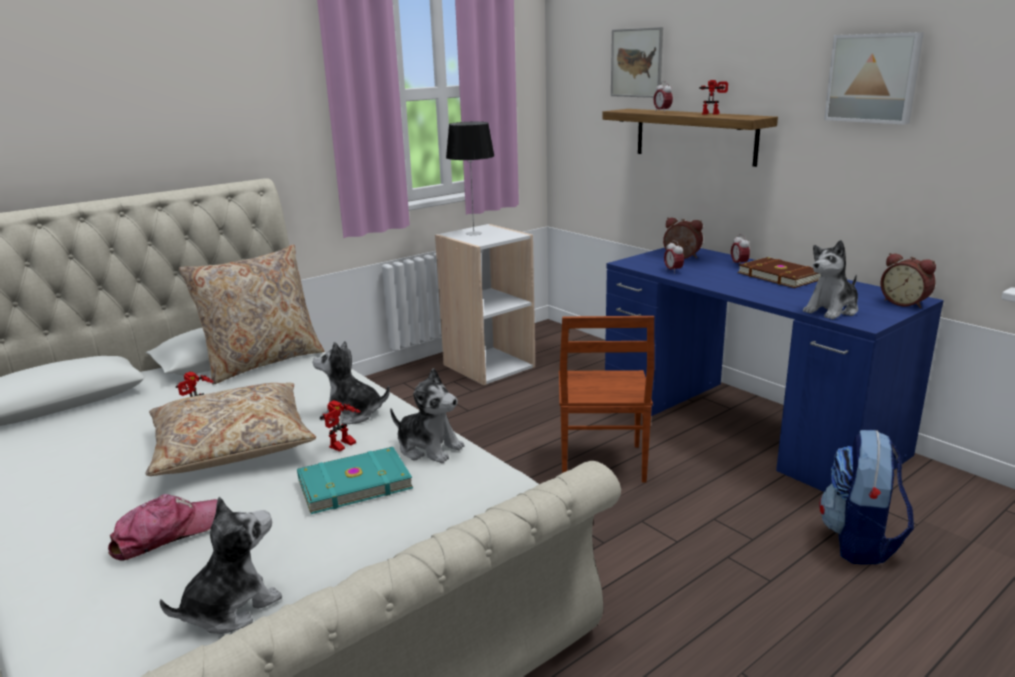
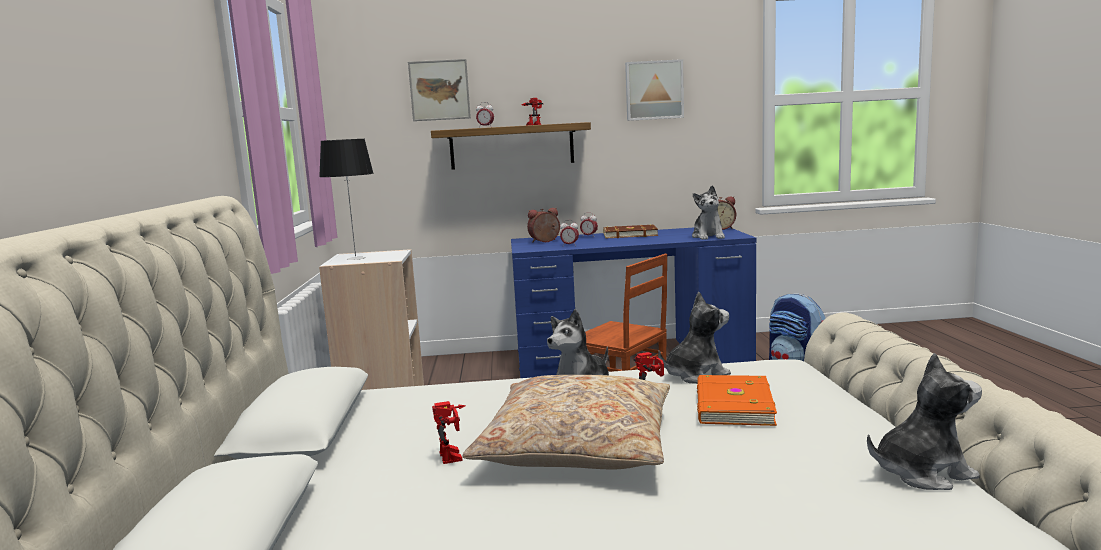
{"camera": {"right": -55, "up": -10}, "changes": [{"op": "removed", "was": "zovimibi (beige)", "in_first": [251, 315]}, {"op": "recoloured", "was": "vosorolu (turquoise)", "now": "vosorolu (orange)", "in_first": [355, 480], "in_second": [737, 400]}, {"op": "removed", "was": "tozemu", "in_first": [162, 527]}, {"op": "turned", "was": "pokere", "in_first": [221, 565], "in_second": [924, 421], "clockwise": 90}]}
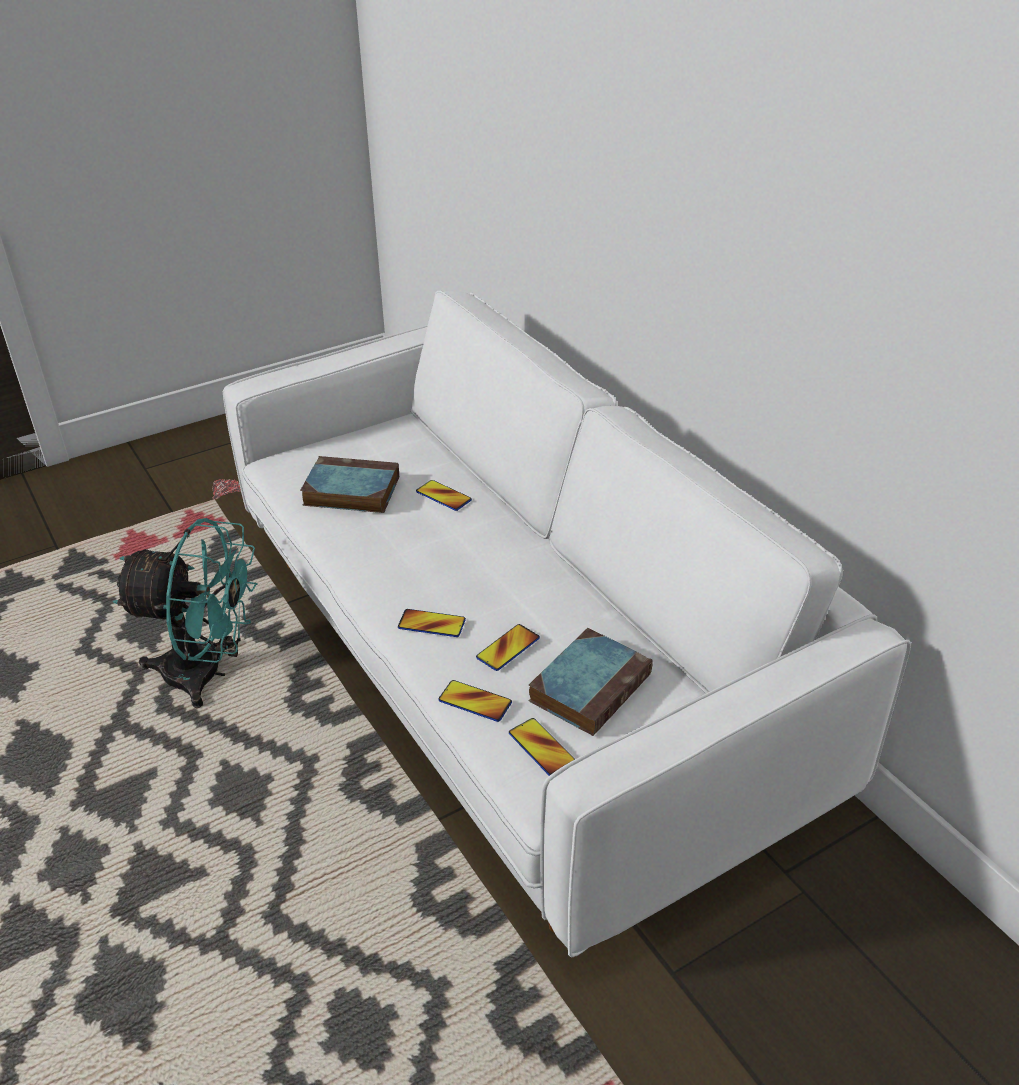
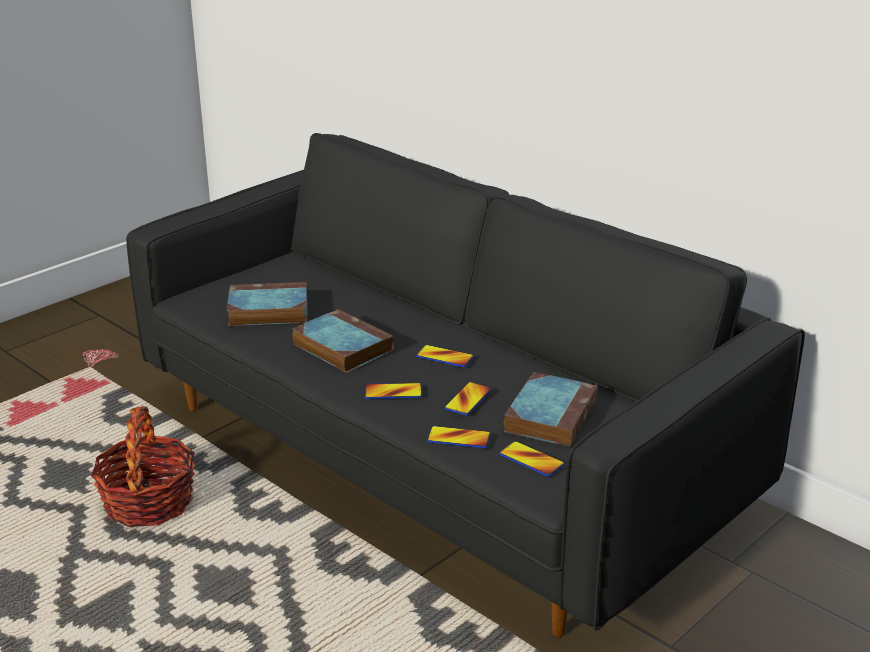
{"camera": {"right": -15, "up": -10}, "changes": [{"op": "recoloured", "was": "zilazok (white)", "now": "zilazok (black)", "in_first": [567, 623], "in_second": [465, 385]}, {"op": "moved", "was": "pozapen", "in_first": [444, 495], "in_second": [445, 356]}, {"op": "replaced", "was": "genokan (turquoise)", "now": "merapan", "in_first": [185, 613], "in_second": [142, 466]}, {"op": "added", "now": "vosorolu", "in_second": [343, 341]}]}
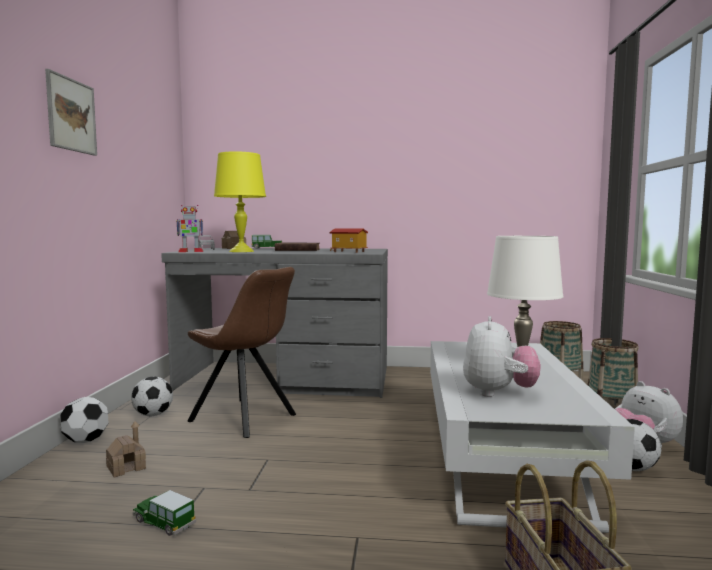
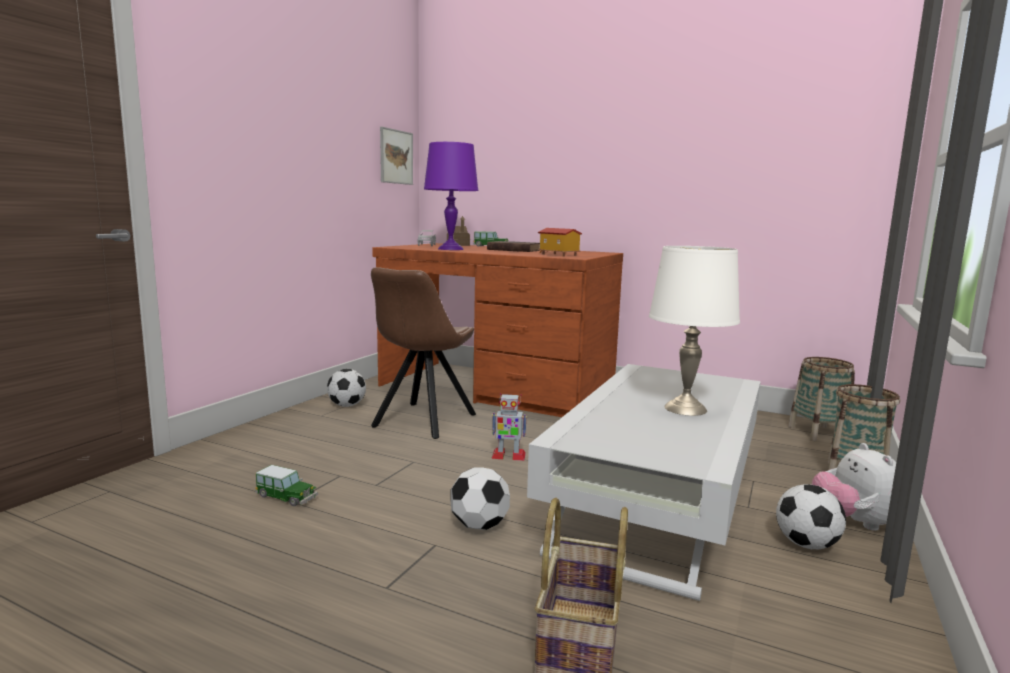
{"camera": {"right": 20, "up": 5}, "changes": [{"op": "moved", "was": "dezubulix", "in_first": [71, 112], "in_second": [396, 156]}, {"op": "recoloured", "was": "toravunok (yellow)", "now": "toravunok (purple)", "in_first": [240, 201], "in_second": [451, 196]}, {"op": "moved", "was": "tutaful", "in_first": [190, 228], "in_second": [509, 427]}, {"op": "recoloured", "was": "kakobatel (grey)", "now": "kakobatel (brown)", "in_first": [274, 323], "in_second": [497, 330]}, {"op": "turned", "was": "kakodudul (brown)", "in_first": [241, 352], "in_second": [423, 353], "clockwise": 60}, {"op": "removed", "was": "pokere", "in_first": [501, 356]}, {"op": "moved", "was": "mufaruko", "in_first": [84, 420], "in_second": [480, 498]}, {"op": "removed", "was": "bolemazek", "in_first": [126, 449]}, {"op": "turned", "was": "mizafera", "in_first": [164, 513], "in_second": [286, 485], "clockwise": 150}]}
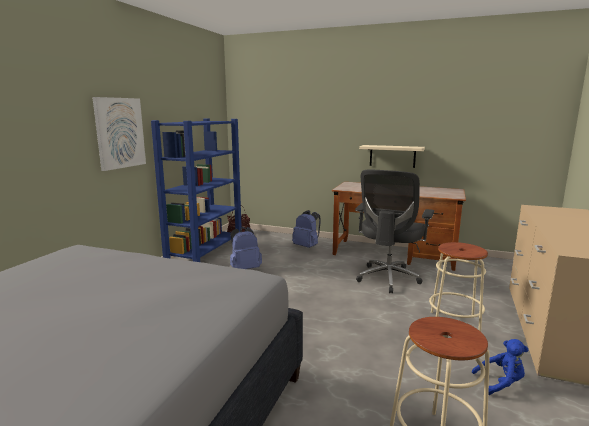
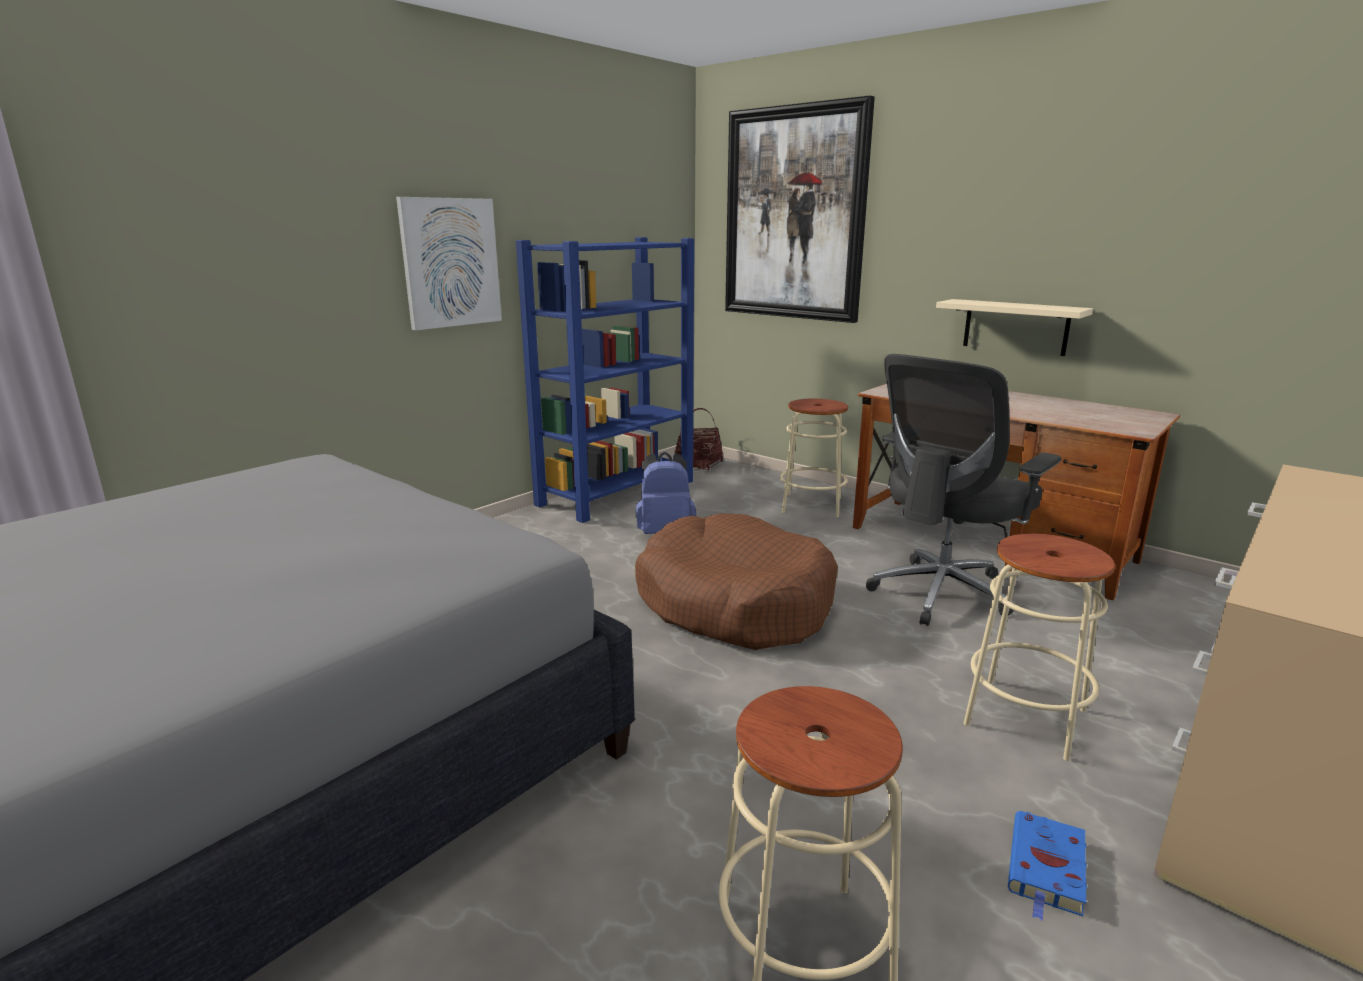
{"camera": {"right": 20, "up": 5}, "changes": [{"op": "replaced", "was": "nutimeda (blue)", "now": "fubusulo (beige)", "in_first": [306, 229], "in_second": [814, 458]}, {"op": "replaced", "was": "pokere (blue)", "now": "vosorolu (blue)", "in_first": [500, 367], "in_second": [1047, 866]}, {"op": "added", "now": "dezubulix", "in_second": [800, 209]}, {"op": "added", "now": "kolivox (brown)", "in_second": [736, 581]}]}
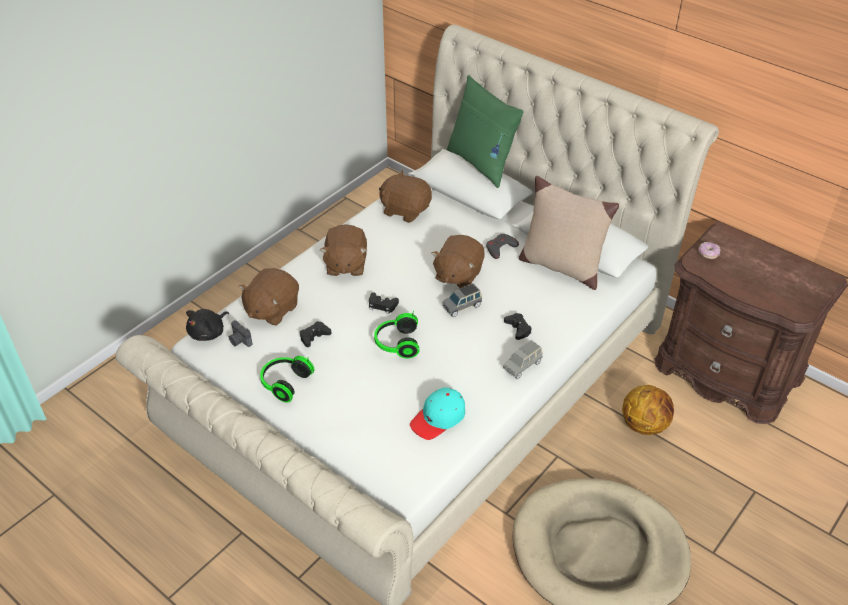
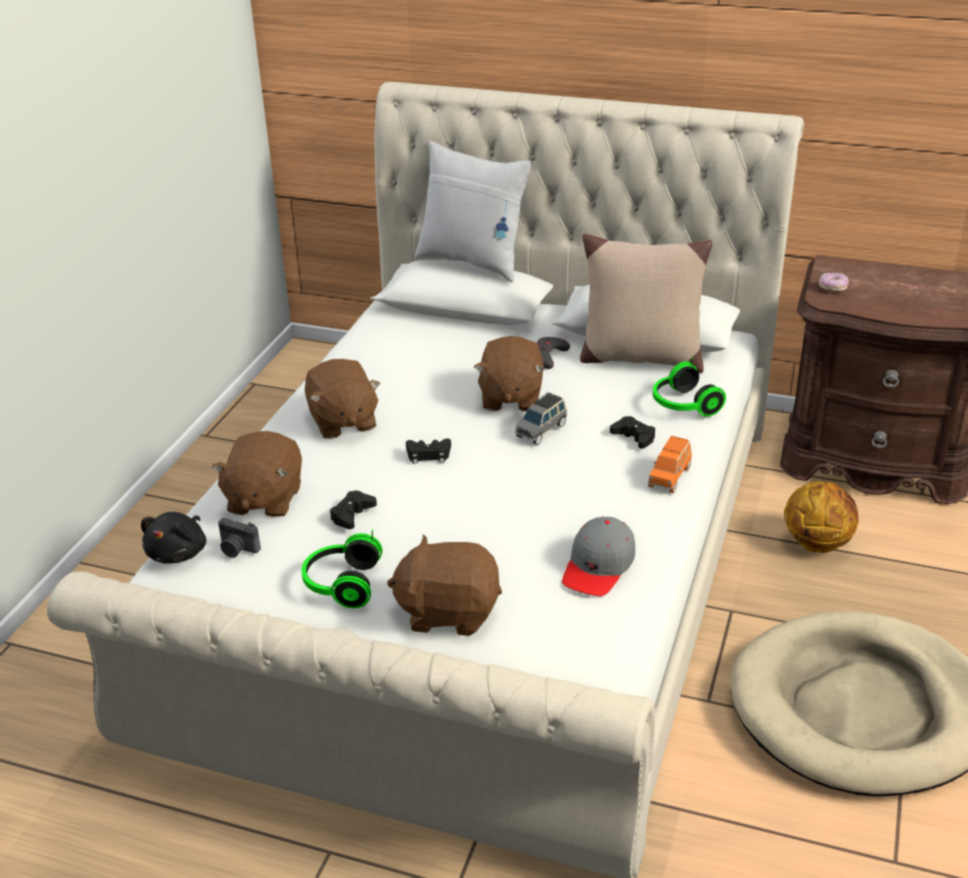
{"camera": {"right": -20, "up": -10}, "changes": [{"op": "recoloured", "was": "zovimibi (green)", "now": "zovimibi (grey)", "in_first": [485, 131], "in_second": [473, 211]}, {"op": "moved", "was": "pokere (brown)", "in_first": [405, 196], "in_second": [444, 585]}, {"op": "moved", "was": "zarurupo", "in_first": [396, 334], "in_second": [689, 386]}, {"op": "recoloured", "was": "mizafera (grey)", "now": "mizafera (orange)", "in_first": [523, 359], "in_second": [670, 464]}, {"op": "recoloured", "was": "tozemu (turquoise)", "now": "tozemu (grey)", "in_first": [437, 413], "in_second": [598, 556]}]}
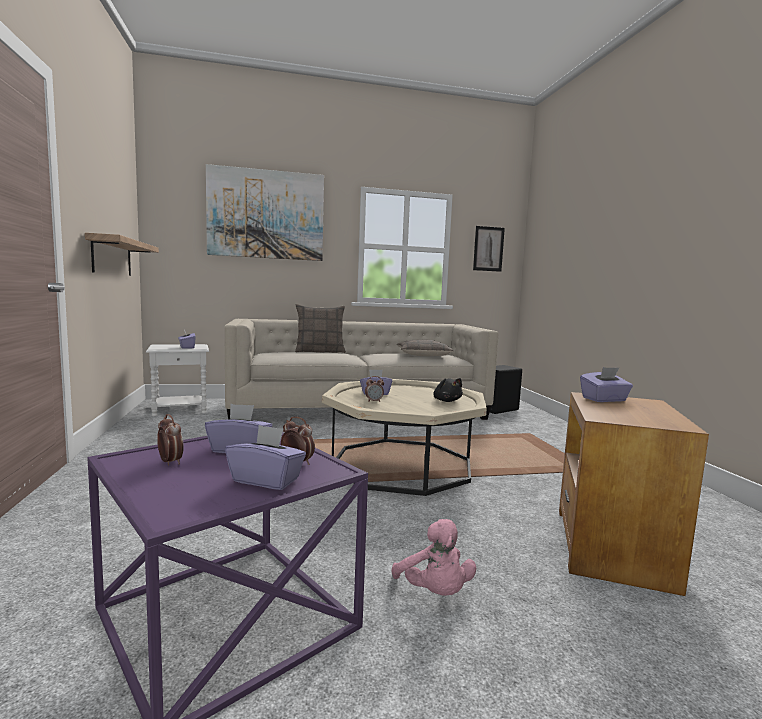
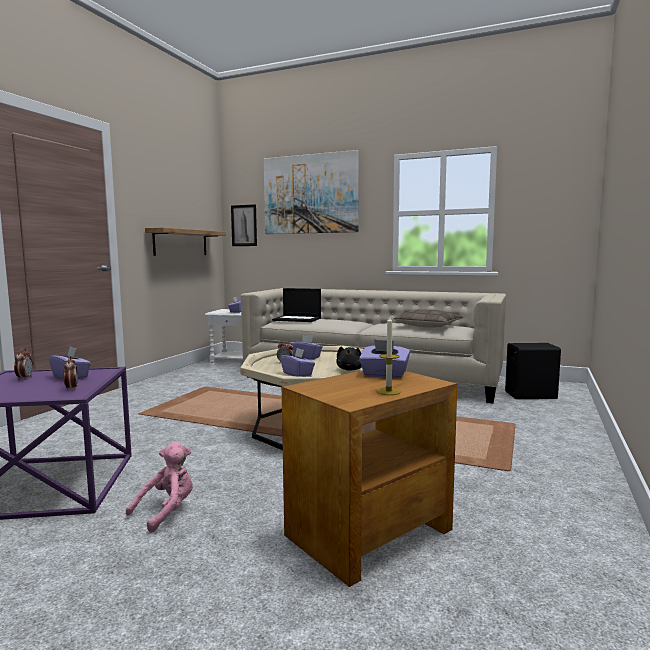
{"camera": {"right": 35, "up": 0}, "changes": [{"op": "moved", "was": "dezubulix", "in_first": [489, 249], "in_second": [244, 225]}, {"op": "removed", "was": "zovimibi", "in_first": [320, 328]}, {"op": "moved", "was": "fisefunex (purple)", "in_first": [265, 457], "in_second": [297, 362]}, {"op": "turned", "was": "pokere (pink)", "in_first": [433, 557], "in_second": [159, 487], "clockwise": -150}, {"op": "added", "now": "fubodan", "in_second": [296, 305]}, {"op": "added", "now": "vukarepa", "in_second": [389, 355]}]}
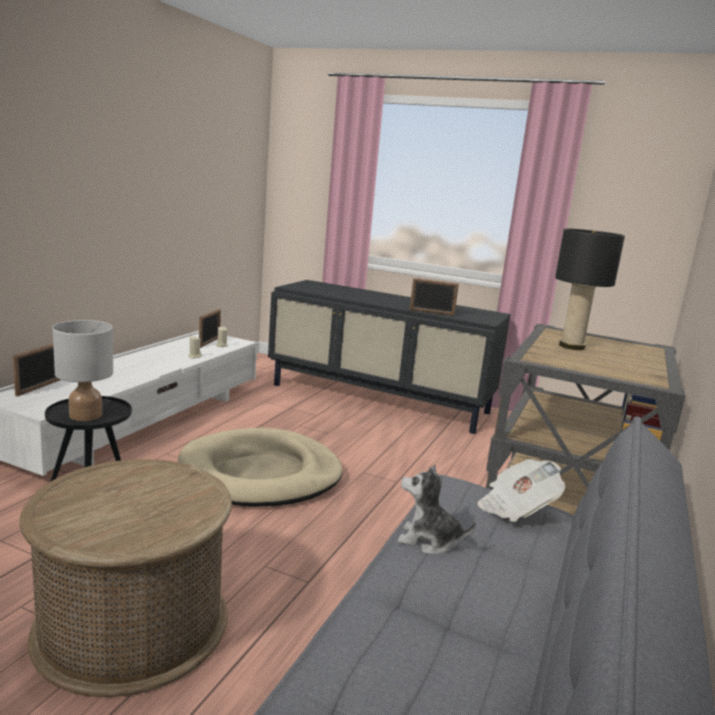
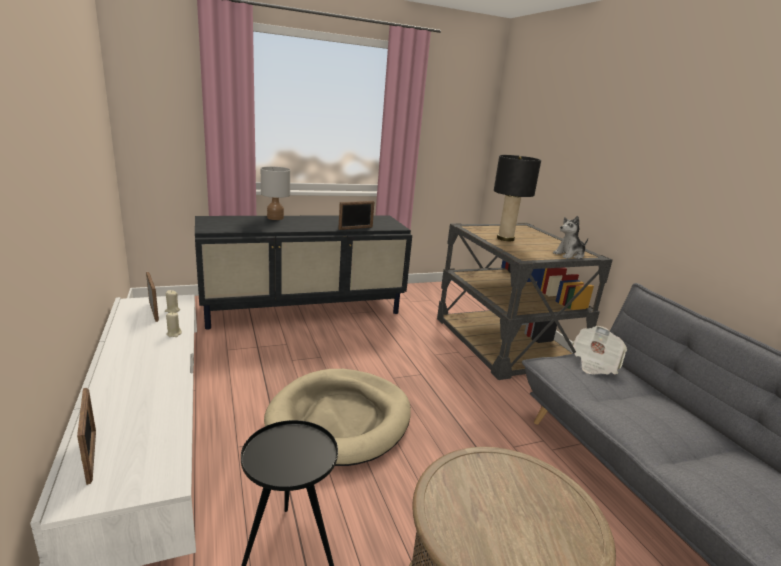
{"camera": {"right": -45, "up": 5}, "changes": [{"op": "moved", "was": "toravunok (grey)", "in_first": [83, 370], "in_second": [275, 193]}, {"op": "moved", "was": "pokere", "in_first": [437, 509], "in_second": [570, 237]}]}
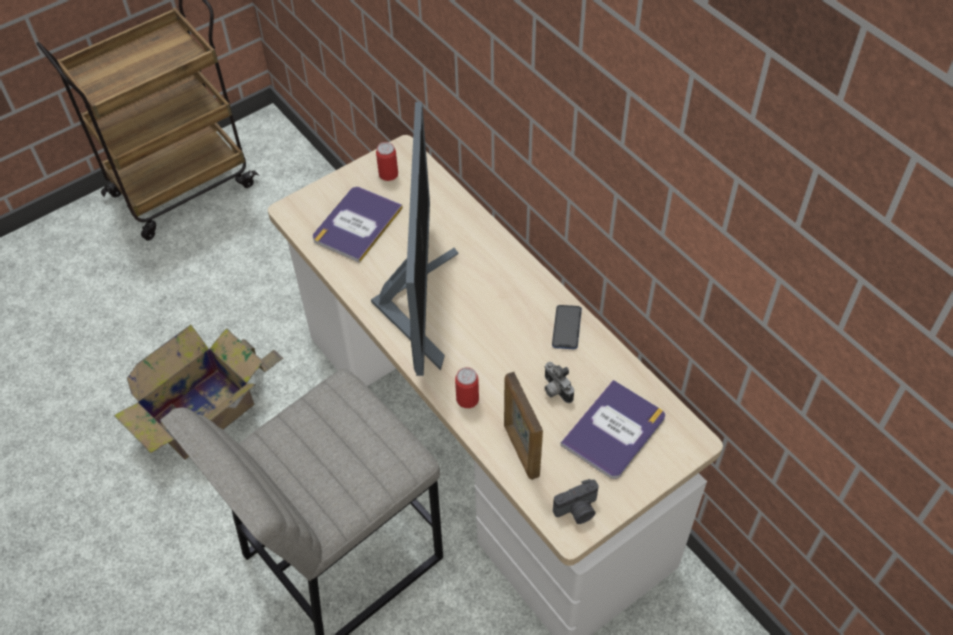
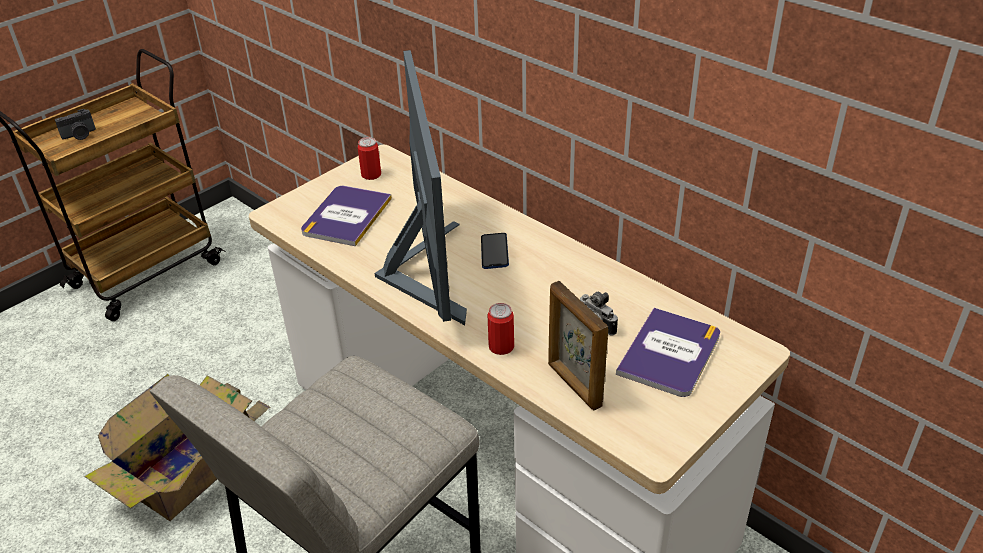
{"camera": {"right": -10, "up": -15}, "changes": [{"op": "moved", "was": "pozapen", "in_first": [567, 327], "in_second": [495, 251]}, {"op": "moved", "was": "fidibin", "in_first": [576, 501], "in_second": [75, 124]}]}
